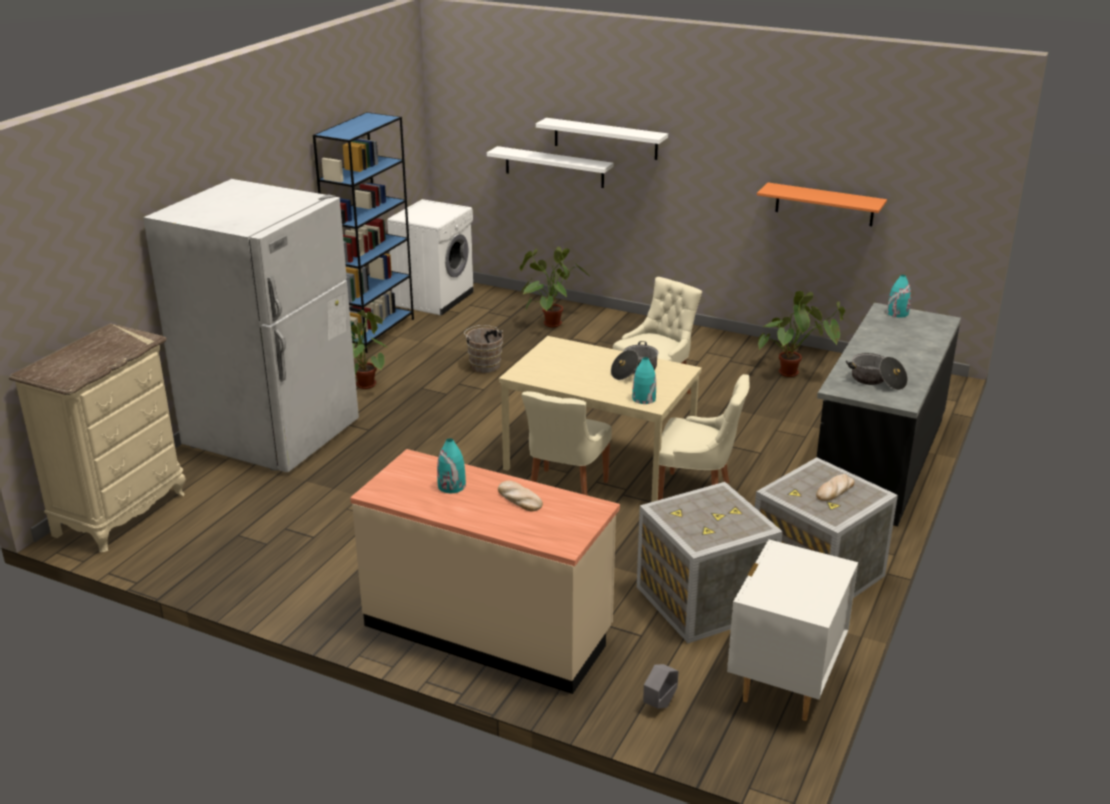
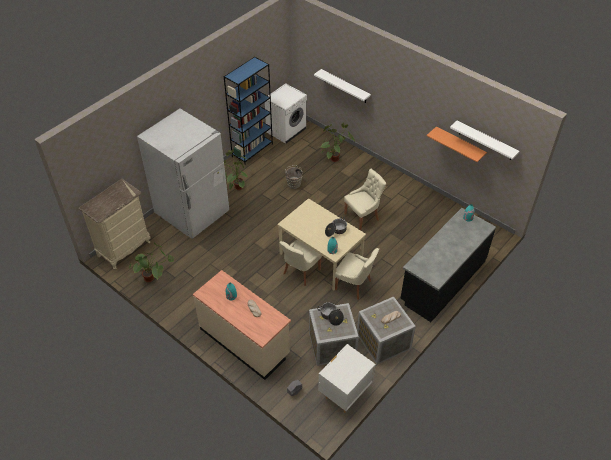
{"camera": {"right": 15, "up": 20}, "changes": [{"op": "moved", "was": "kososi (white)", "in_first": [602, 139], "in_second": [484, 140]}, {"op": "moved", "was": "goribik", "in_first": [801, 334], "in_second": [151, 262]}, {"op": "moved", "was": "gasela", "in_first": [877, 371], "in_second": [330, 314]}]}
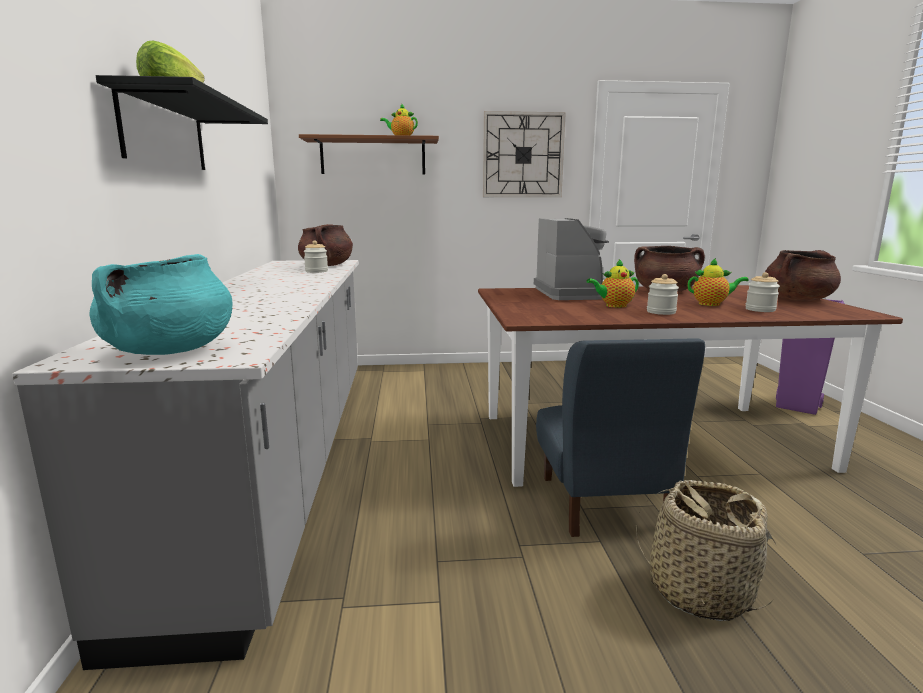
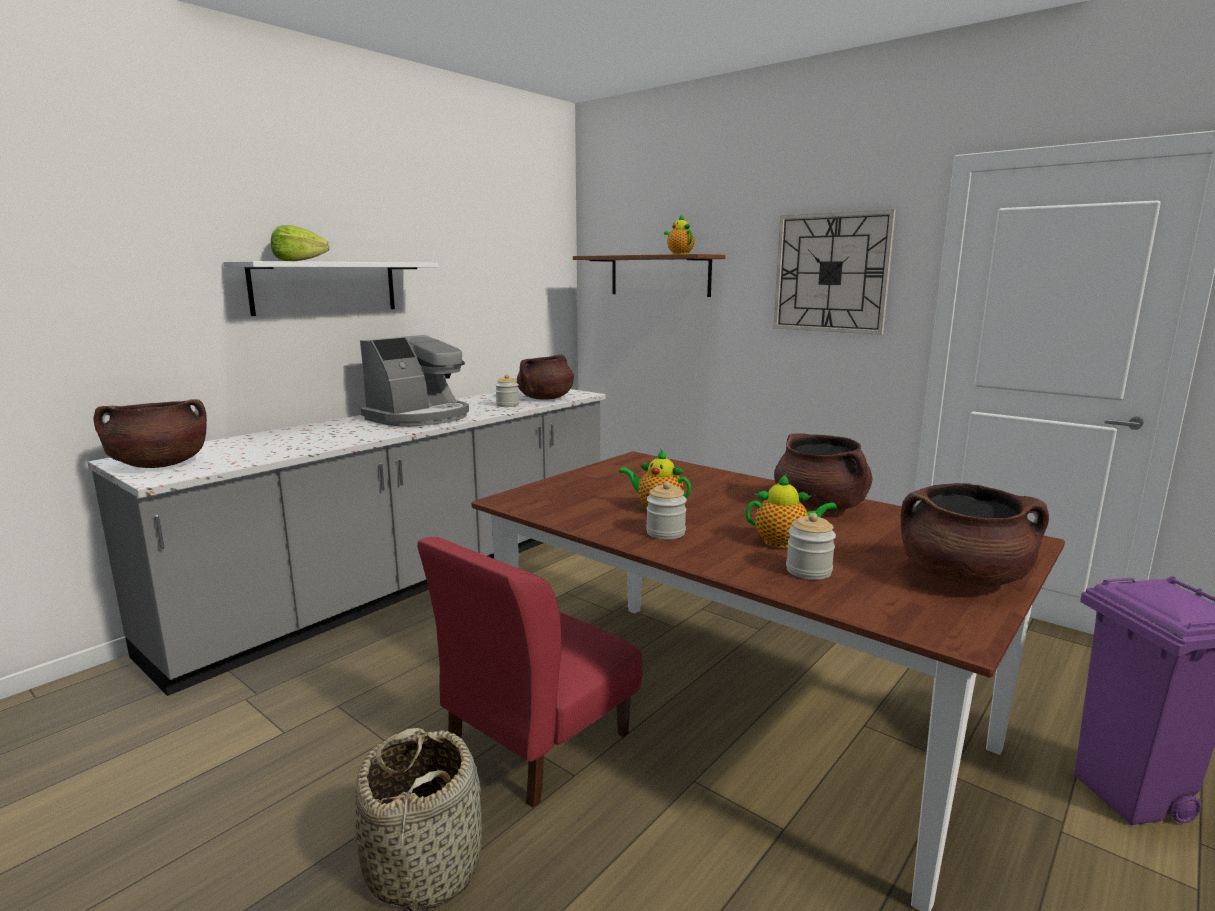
{"camera": {"right": 45, "up": 0}, "changes": [{"op": "recoloured", "was": "kososi (black)", "now": "kososi (white)", "in_first": [182, 122], "in_second": [331, 288]}, {"op": "moved", "was": "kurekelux", "in_first": [571, 259], "in_second": [414, 380]}, {"op": "recoloured", "was": "gasela (turquoise)", "now": "gasela (brown)", "in_first": [161, 304], "in_second": [150, 433]}, {"op": "turned", "was": "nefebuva", "in_first": [718, 282], "in_second": [791, 511], "clockwise": -45}, {"op": "recoloured", "was": "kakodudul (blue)", "now": "kakodudul (red)", "in_first": [620, 437], "in_second": [529, 672]}]}
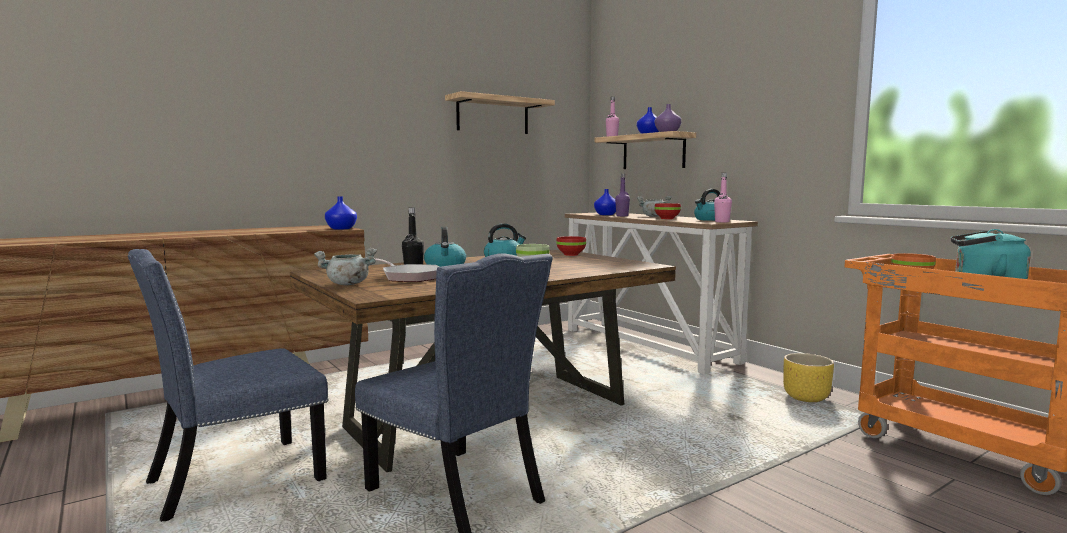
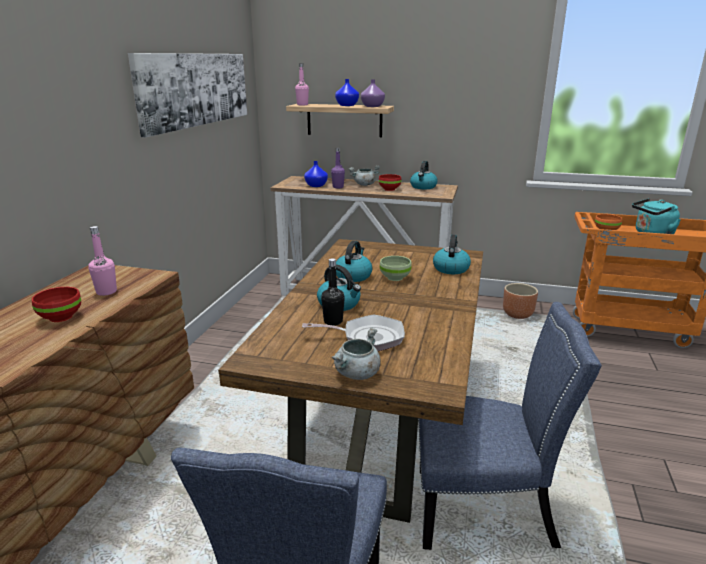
{"camera": {"right": -40, "up": 15}, "changes": [{"op": "replaced", "was": "kososi", "now": "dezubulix", "in_first": [500, 112], "in_second": [187, 95]}, {"op": "moved", "was": "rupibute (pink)", "in_first": [723, 197], "in_second": [102, 261]}, {"op": "removed", "was": "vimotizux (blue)", "in_first": [341, 213]}, {"op": "moved", "was": "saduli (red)", "in_first": [571, 246], "in_second": [56, 304]}, {"op": "recoloured", "was": "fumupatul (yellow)", "now": "fumupatul (brown)", "in_first": [808, 377], "in_second": [520, 301]}, {"op": "added", "now": "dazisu", "in_second": [452, 254]}]}
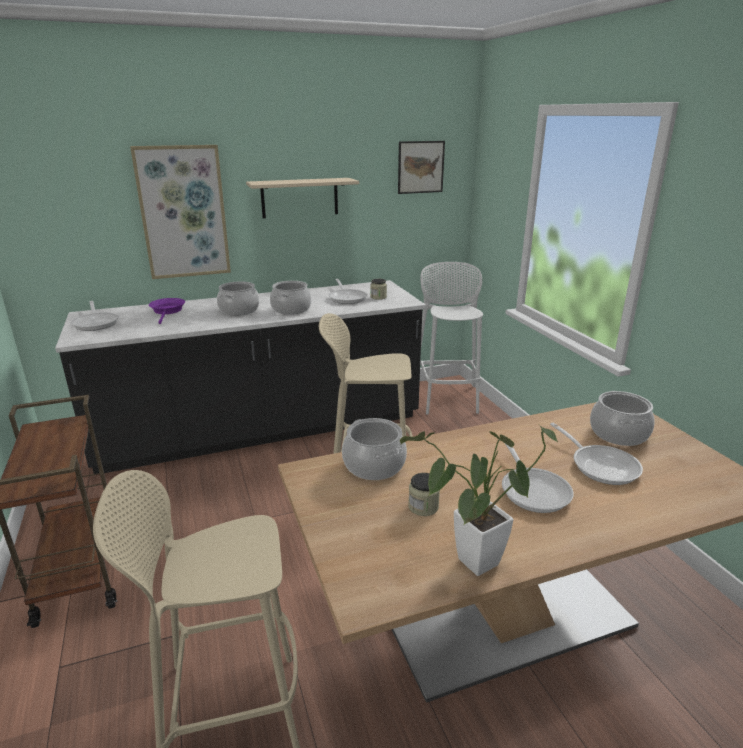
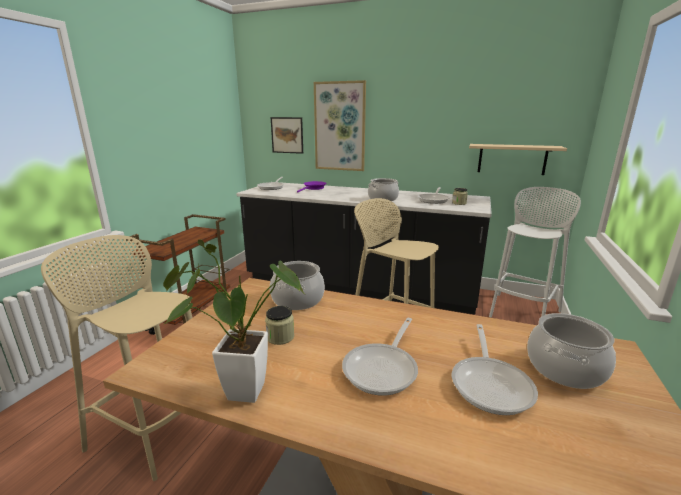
{"camera": {"right": 40, "up": -5}, "changes": [{"op": "moved", "was": "dezubulix", "in_first": [421, 167], "in_second": [287, 135]}, {"op": "moved", "was": "kososi (beige)", "in_first": [302, 198], "in_second": [518, 159]}, {"op": "removed", "was": "gasela", "in_first": [238, 298]}]}
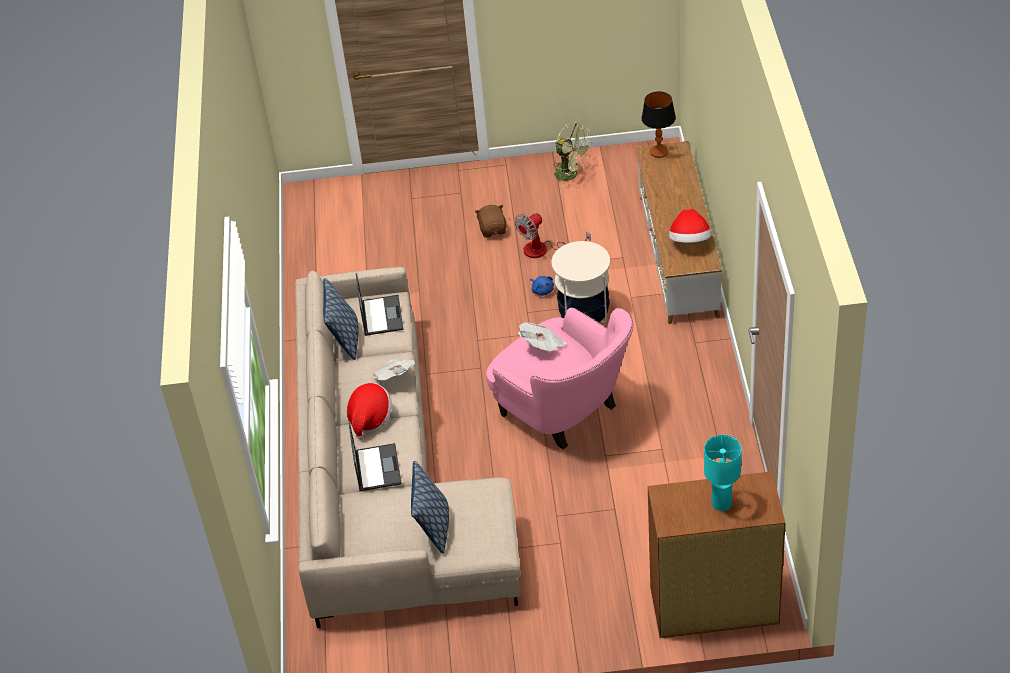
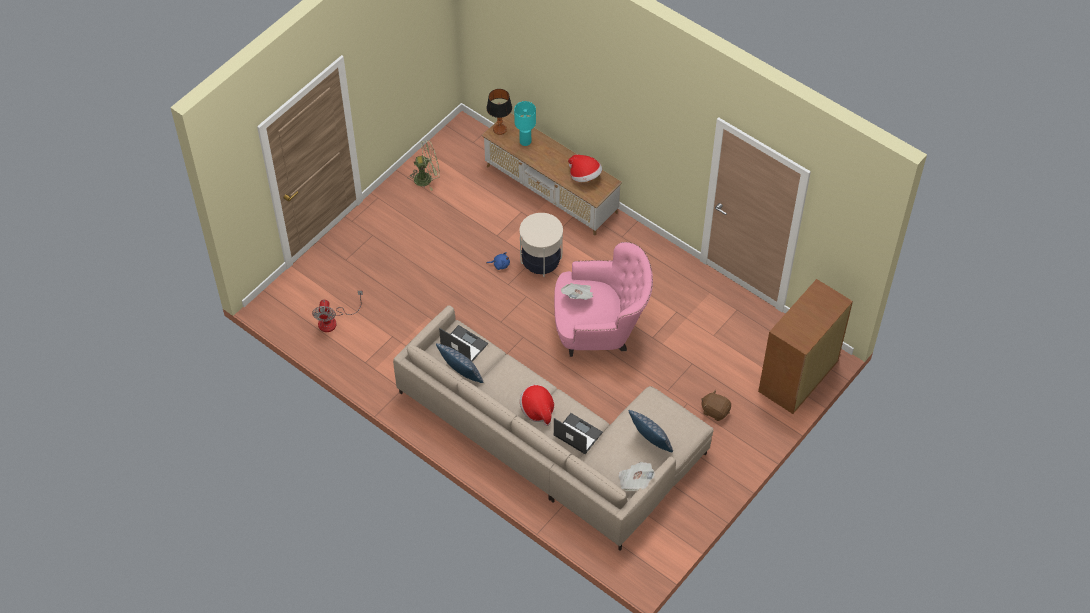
{"camera": {"right": -50, "up": 10}, "changes": [{"op": "moved", "was": "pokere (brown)", "in_first": [491, 221], "in_second": [716, 406]}, {"op": "moved", "was": "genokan", "in_first": [553, 235], "in_second": [337, 311]}, {"op": "moved", "was": "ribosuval", "in_first": [393, 369], "in_second": [636, 476]}, {"op": "moved", "was": "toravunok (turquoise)", "in_first": [722, 473], "in_second": [525, 123]}]}
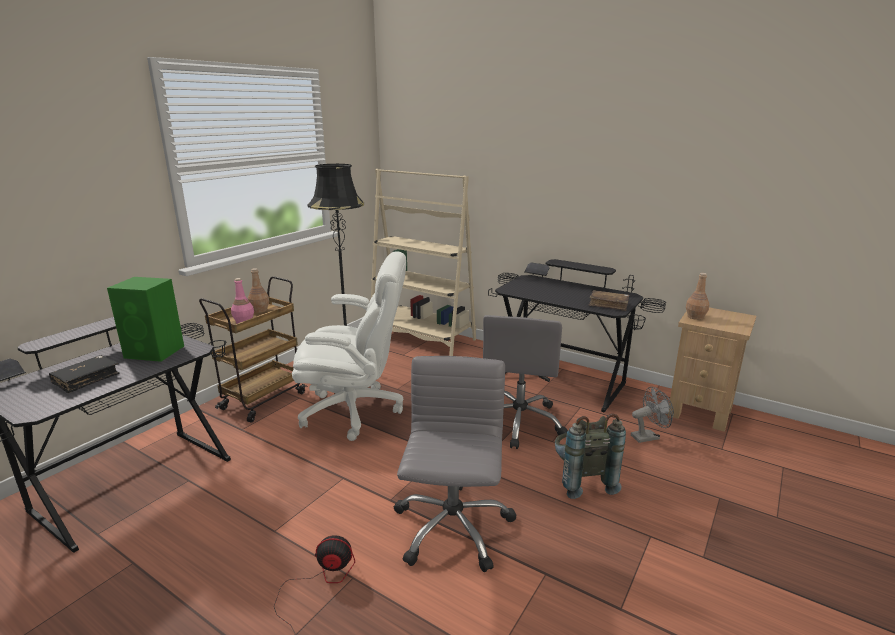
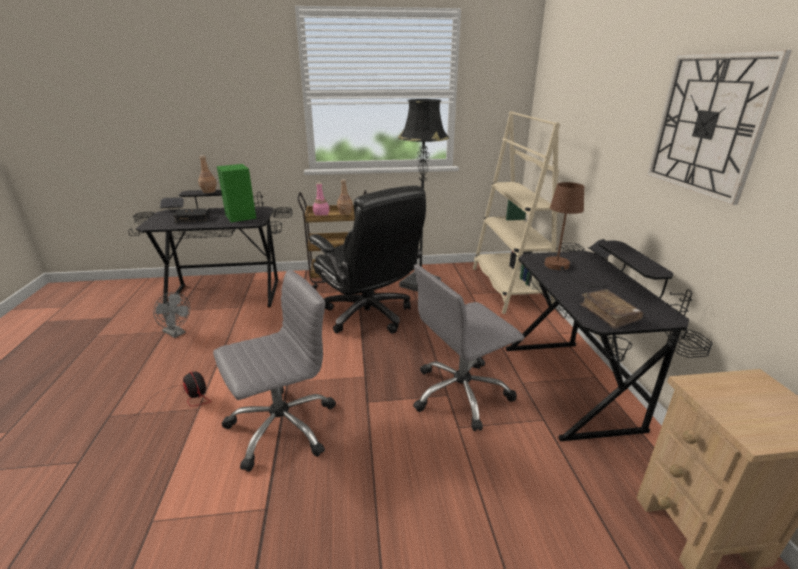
{"camera": {"right": 50, "up": 5}, "changes": [{"op": "recoloured", "was": "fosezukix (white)", "now": "fosezukix (black)", "in_first": [349, 346], "in_second": [367, 260]}, {"op": "moved", "was": "rupibute (brown)", "in_first": [698, 296], "in_second": [207, 174]}, {"op": "moved", "was": "genokan (grey)", "in_first": [652, 415], "in_second": [172, 315]}, {"op": "removed", "was": "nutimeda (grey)", "in_first": [590, 456]}, {"op": "added", "now": "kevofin", "in_second": [719, 127]}, {"op": "added", "now": "toravunok (brown)", "in_second": [575, 234]}]}
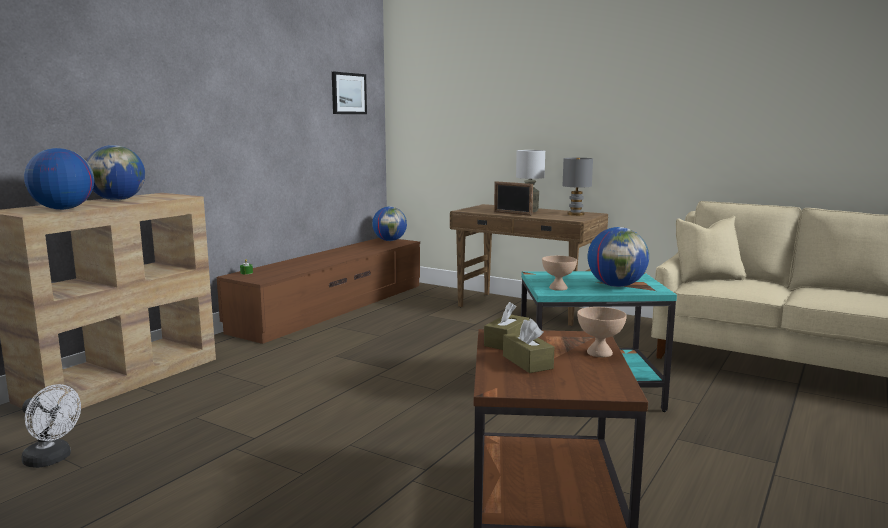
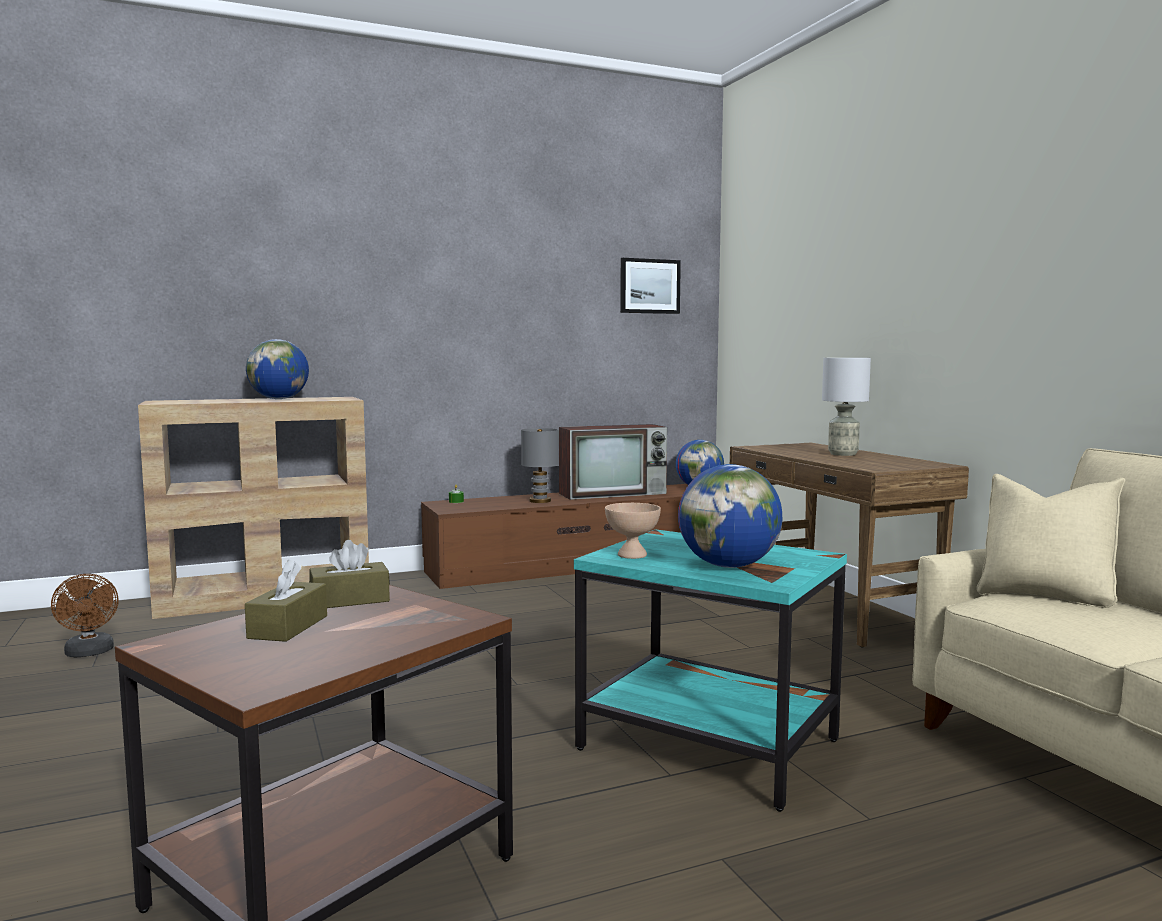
{"camera": {"right": 35, "up": -5}, "changes": [{"op": "removed", "was": "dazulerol", "in_first": [59, 179]}, {"op": "moved", "was": "toravunok (grey)", "in_first": [577, 187], "in_second": [540, 465]}, {"op": "removed", "was": "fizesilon", "in_first": [513, 198]}, {"op": "removed", "was": "saduli (beige)", "in_first": [602, 332]}, {"op": "recoloured", "was": "genokan (white)", "now": "genokan (brown)", "in_first": [51, 426], "in_second": [85, 615]}, {"op": "added", "now": "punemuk", "in_second": [613, 462]}]}
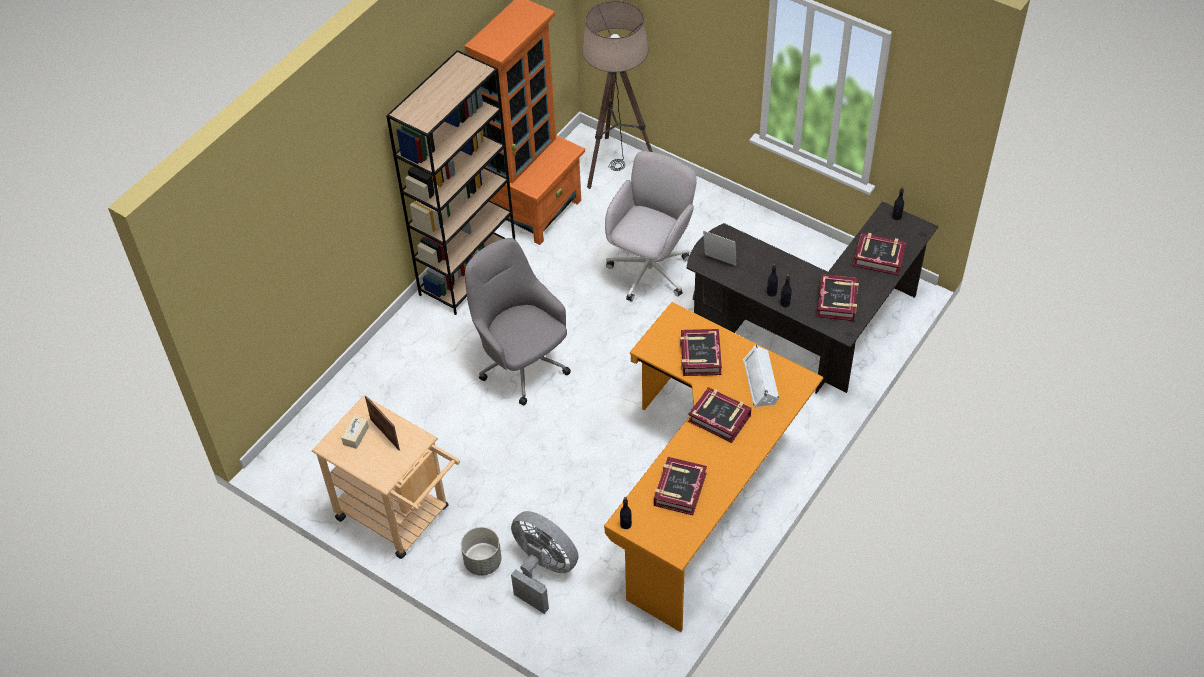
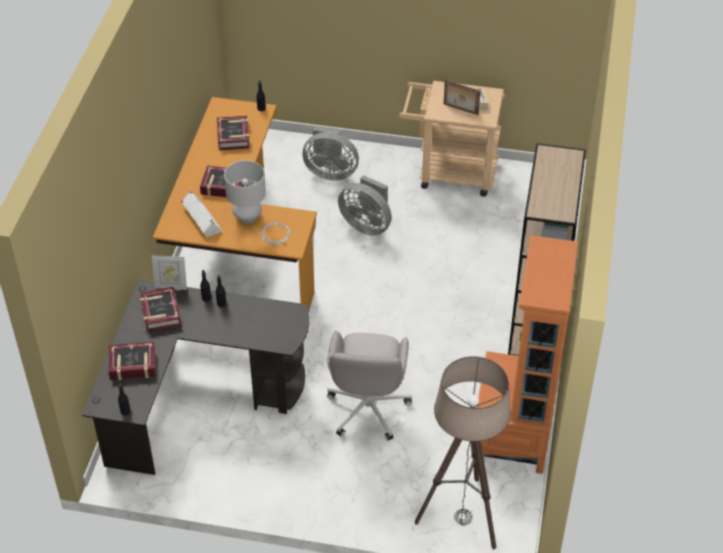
{"camera": {"right": 155, "up": -5}, "changes": [{"op": "moved", "was": "fizesilon", "in_first": [720, 248], "in_second": [169, 272]}, {"op": "removed", "was": "fosezukix (grey)", "in_first": [518, 321]}, {"op": "replaced", "was": "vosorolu", "now": "toravunok (grey)", "in_first": [701, 352], "in_second": [257, 202]}, {"op": "removed", "was": "fumupatul (grey)", "in_first": [481, 551]}, {"op": "added", "now": "genokan (grey)", "in_second": [364, 205]}]}
